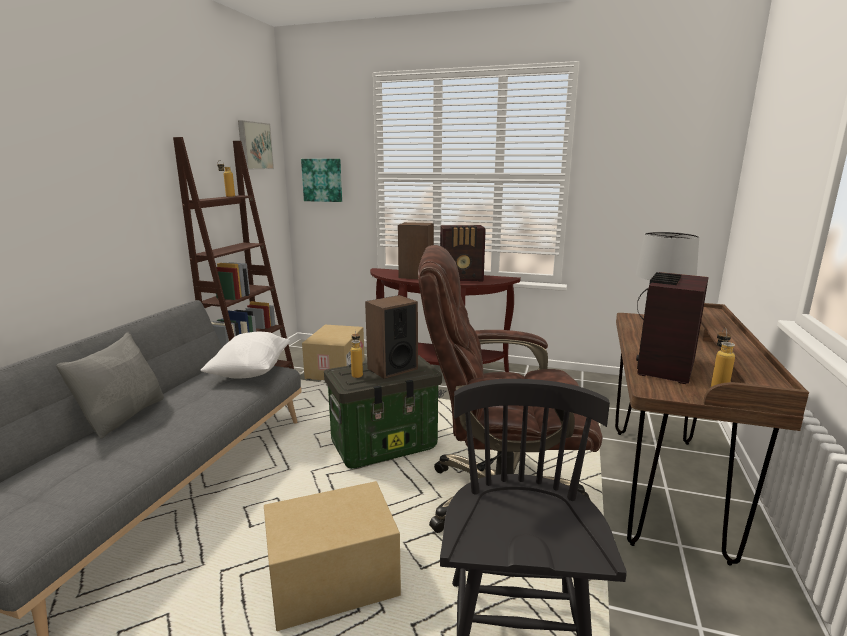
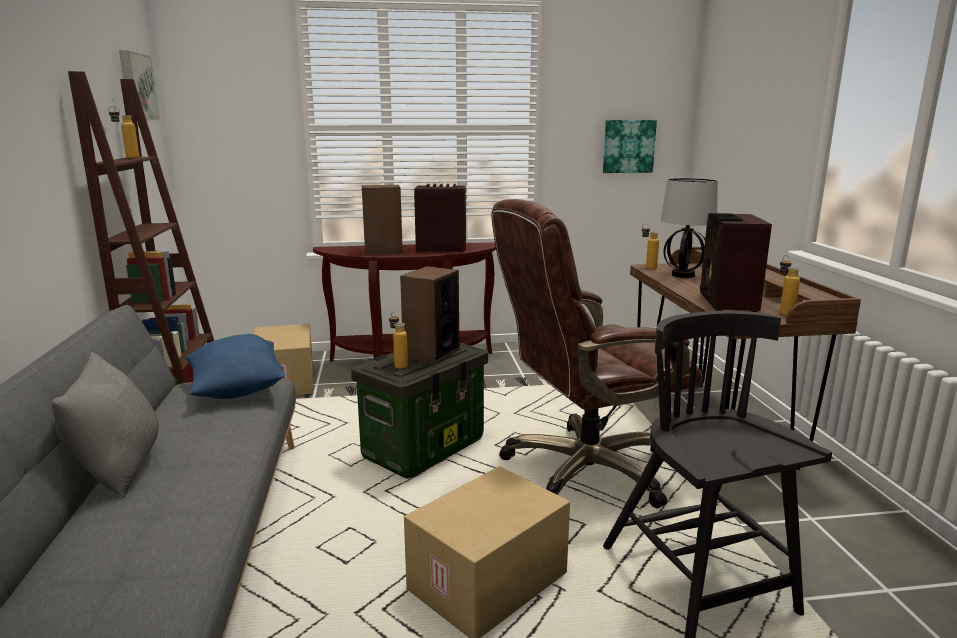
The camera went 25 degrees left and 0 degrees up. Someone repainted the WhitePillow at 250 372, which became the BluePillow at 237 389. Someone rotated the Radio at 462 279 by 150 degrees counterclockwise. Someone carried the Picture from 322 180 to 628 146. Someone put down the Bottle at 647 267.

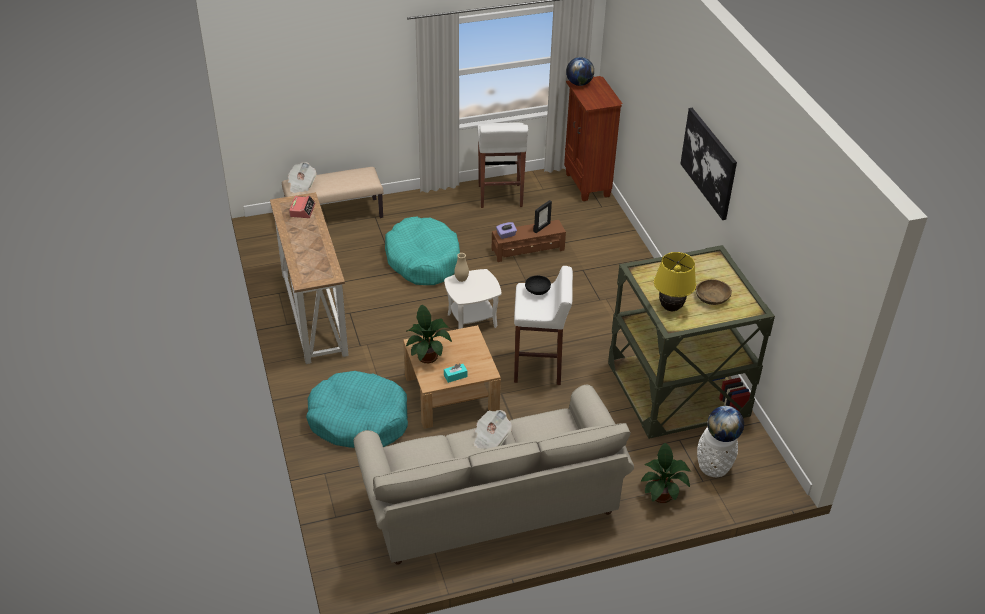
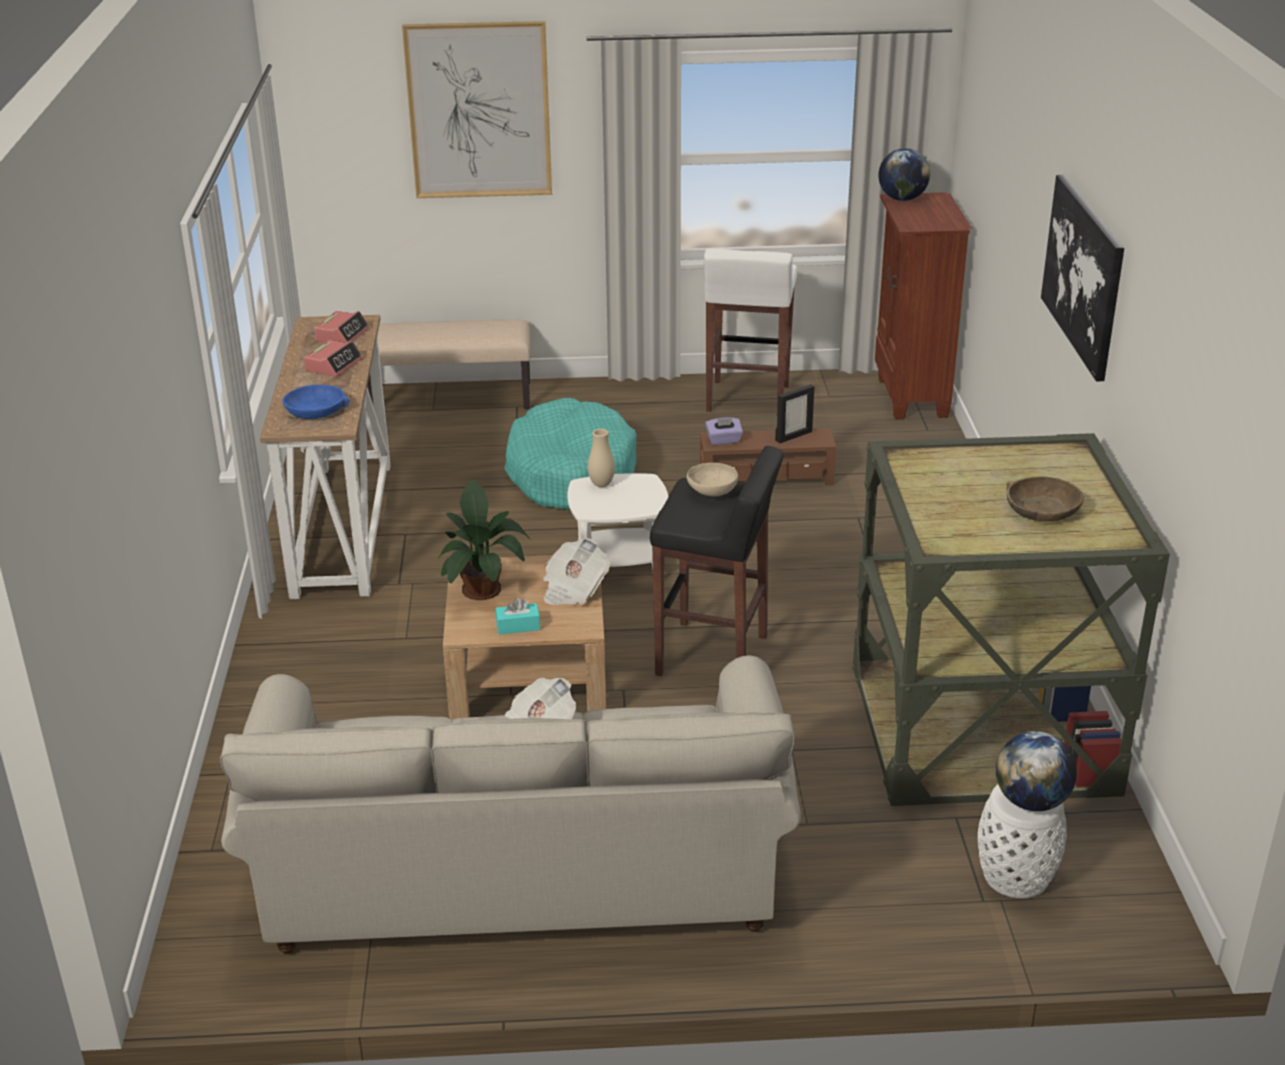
The camera went 15 degrees right and 10 degrees down. Someone put down the BlueBowl at 316 410. Someone put down the AlarmClock at 333 365. Someone put up the Picture at 479 111. Someone carried the Newspaper from 301 185 to 573 589. Someone repainted the WhiteStool at 539 367, which became the BlackStool at 714 656. Someone repainted the BlackBowl at 537 291, which became the BeigeBowl at 712 493. Someone took away the TurquoiseDogBed at 359 420. Someone took away the PottedPlant at 662 493. Someone took away the YellowTableLamp at 670 307.

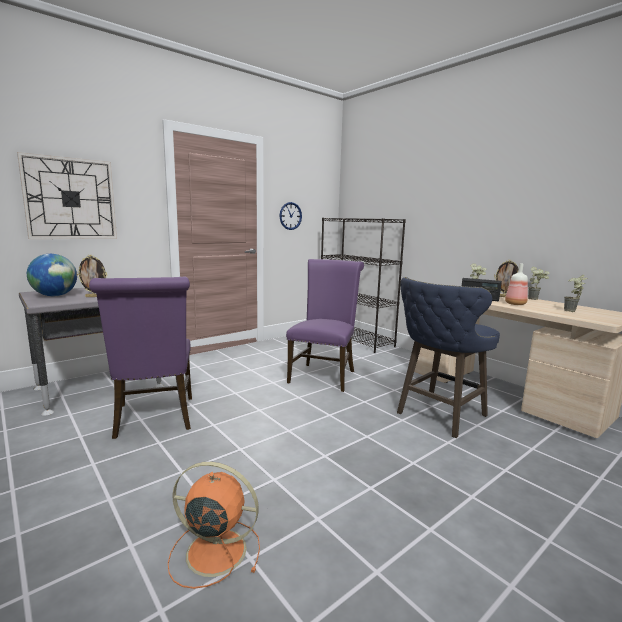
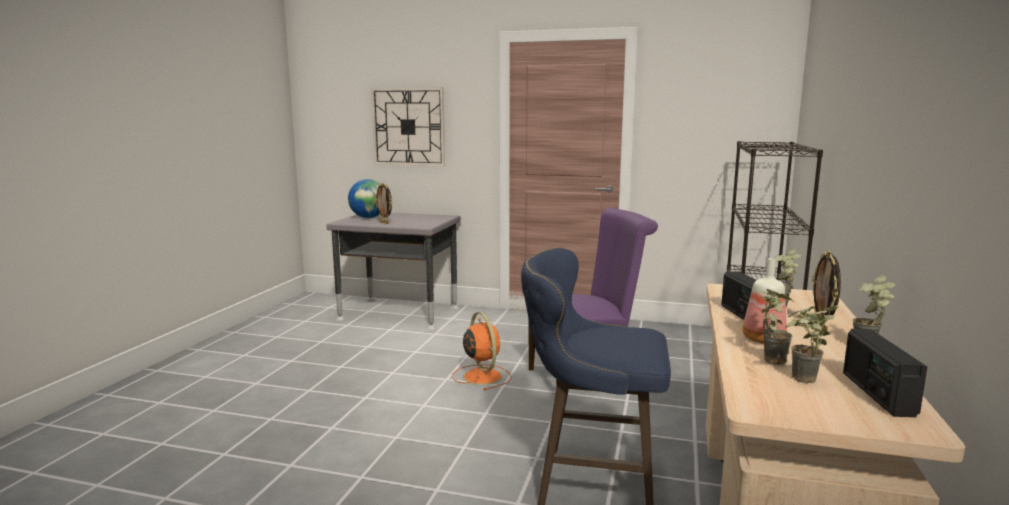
The camera went 55 degrees right and 0 degrees up. Someone carried the OrangeFan from 213 551 to 482 376. Someone put down the PottedPlant at 768 359. Someone put down the Radio at 877 394. Someone took away the PurpleChair at 154 419. Someone took away the WallClock at 290 216.

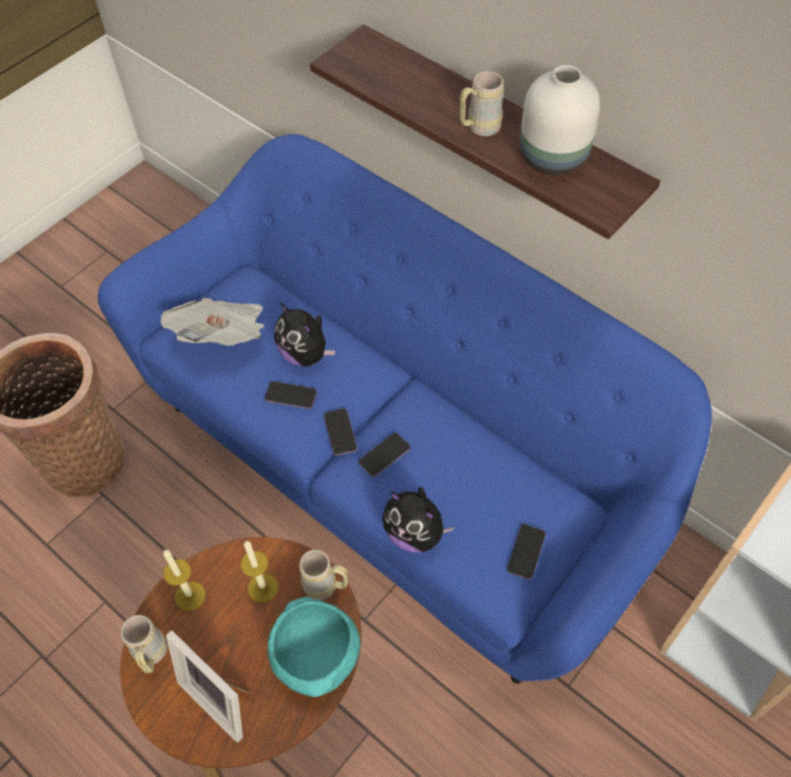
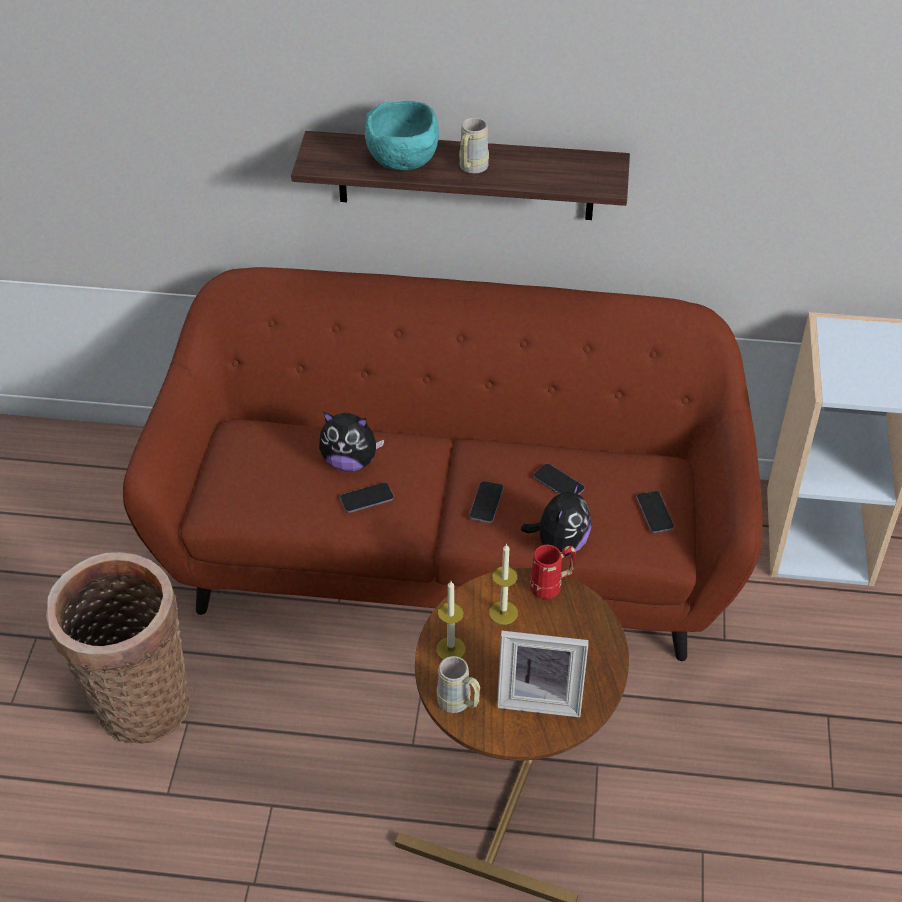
The camera went 35 degrees left and 10 degrees down. Someone repainted the BlueSofa at 396 465, which became the BrownSofa at 450 553. Someone carried the TurquoiseBowl from 318 661 to 405 162. Someone rotated the PlushToy at 415 533 by 60 degrees counterclockwise. Someone repainted the BeigeMug at 326 587, which became the RedMug at 551 586. Someone carried the Phone from 340 433 to 558 483. Someone took away the Newspaper at 222 336. Someone took away the WhiteVase at 551 157.

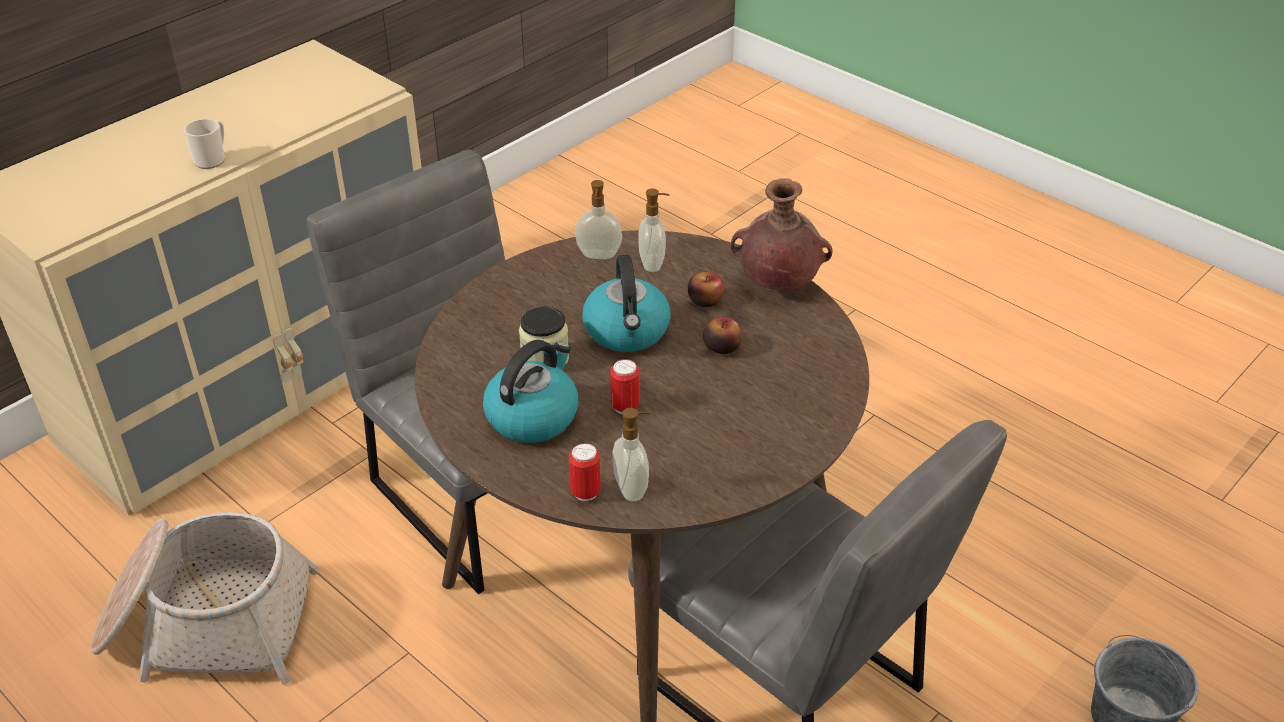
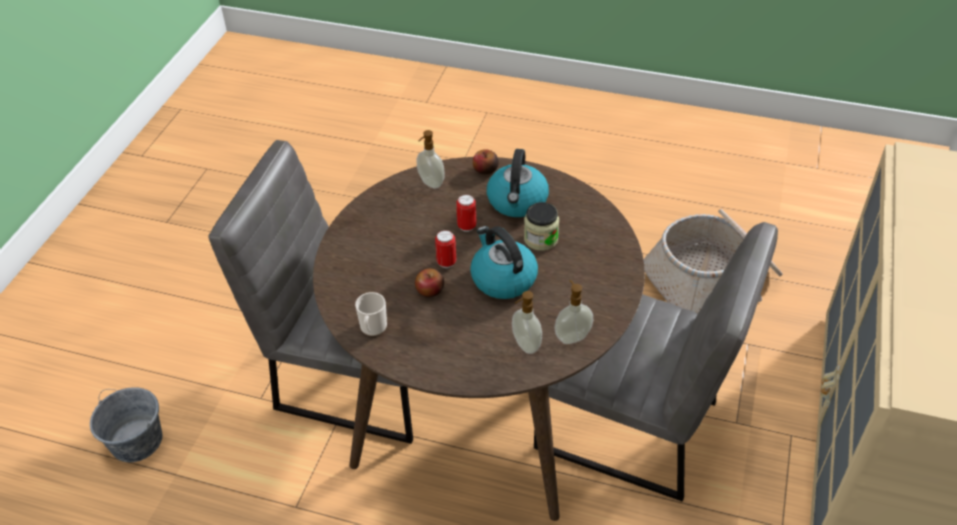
The camera went 155 degrees right and 5 degrees up. Someone carried the Mug from 212 159 to 372 328. Someone carried the Can from 585 492 to 446 262. Someone carried the Apple from 705 300 to 485 170. Someone took away the BrownVase at 777 283.

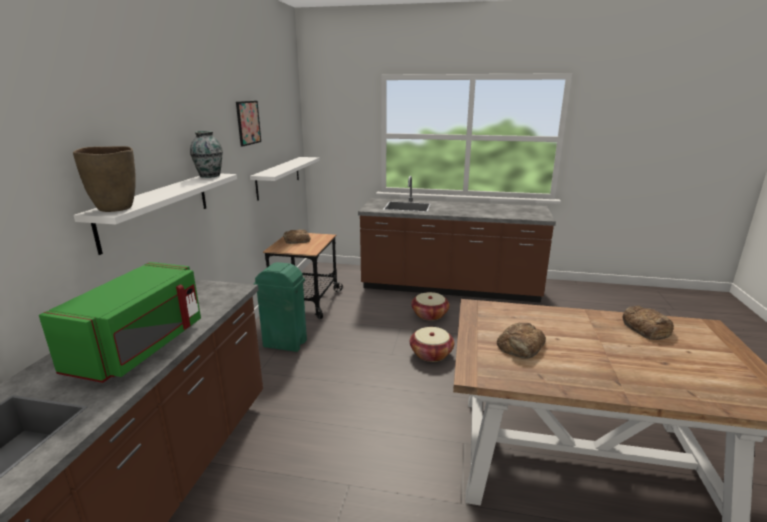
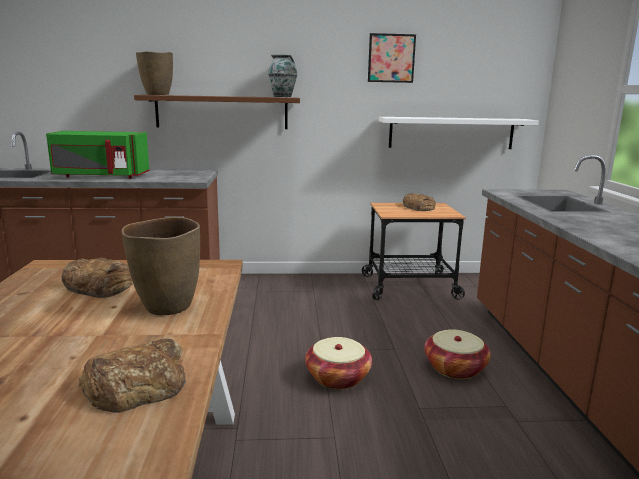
The camera went 75 degrees right and 5 degrees down. Someone put down the BrownVase at 167 307. Someone repainted the WhiteShelf at 157 209, which became the BrownShelf at 222 112. Someone took away the GreenTrashCan at 285 344.

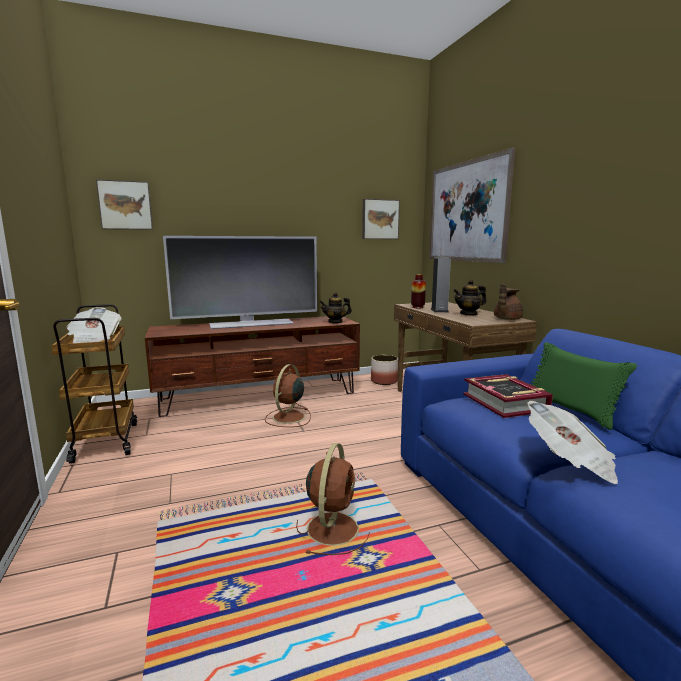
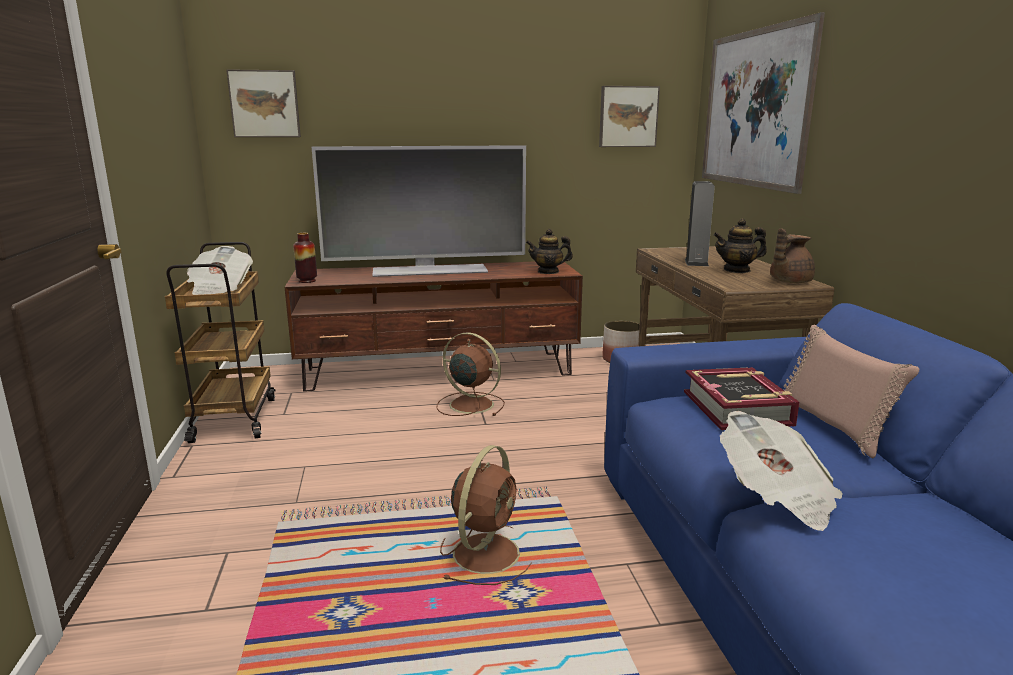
The camera went 10 degrees right and 5 degrees up. Someone carried the Vase from 417 307 to 307 281. Someone rotated the BrownFan at 288 418 by 90 degrees clockwise. Someone repainted the GreenPillow at 571 411, which became the BeigePillow at 833 426.

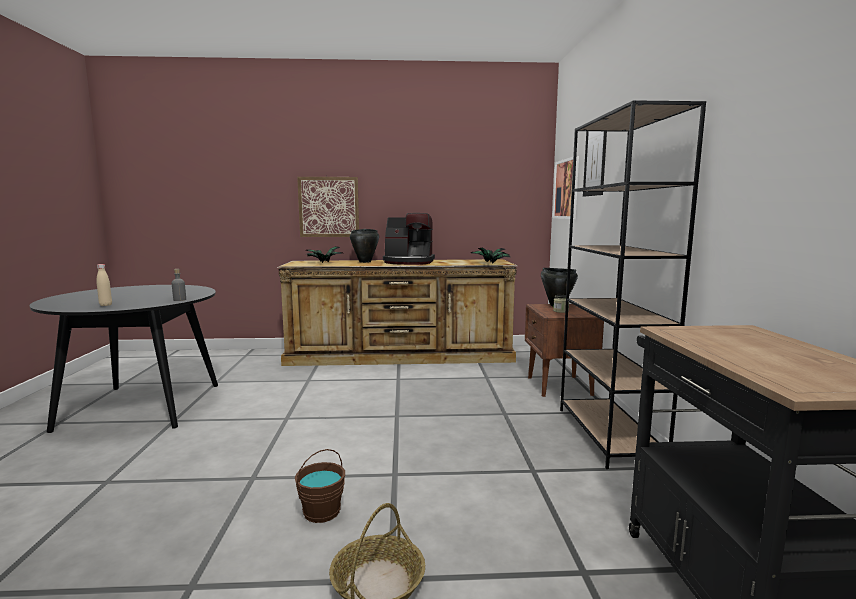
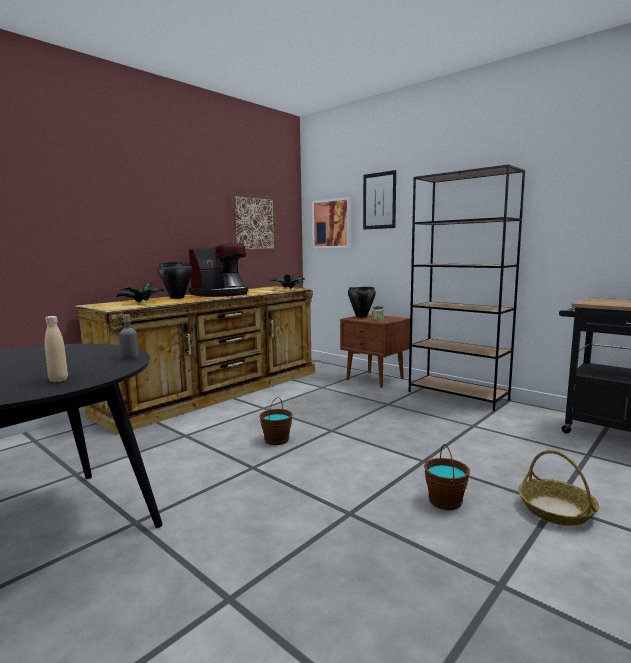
The camera went 45 degrees left and 0 degrees up. Someone carried the Picture from 328 206 to 254 222. Someone put down the BrownBucket at 276 440.

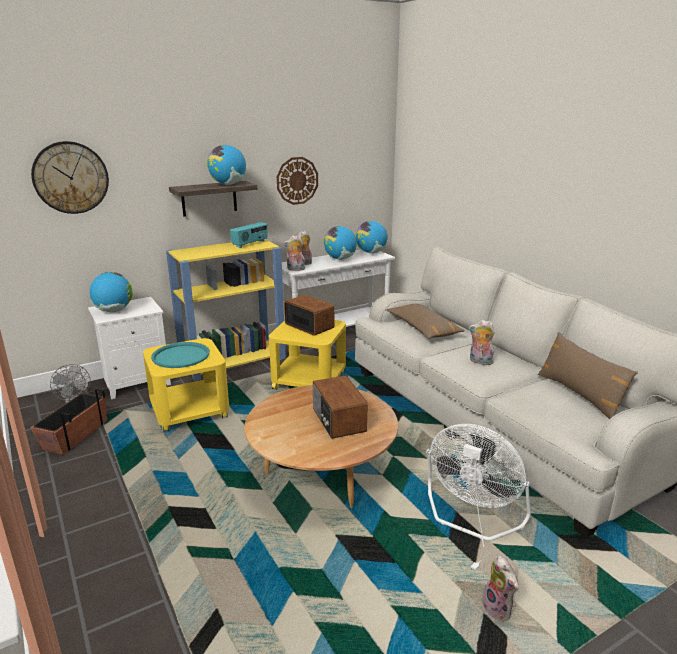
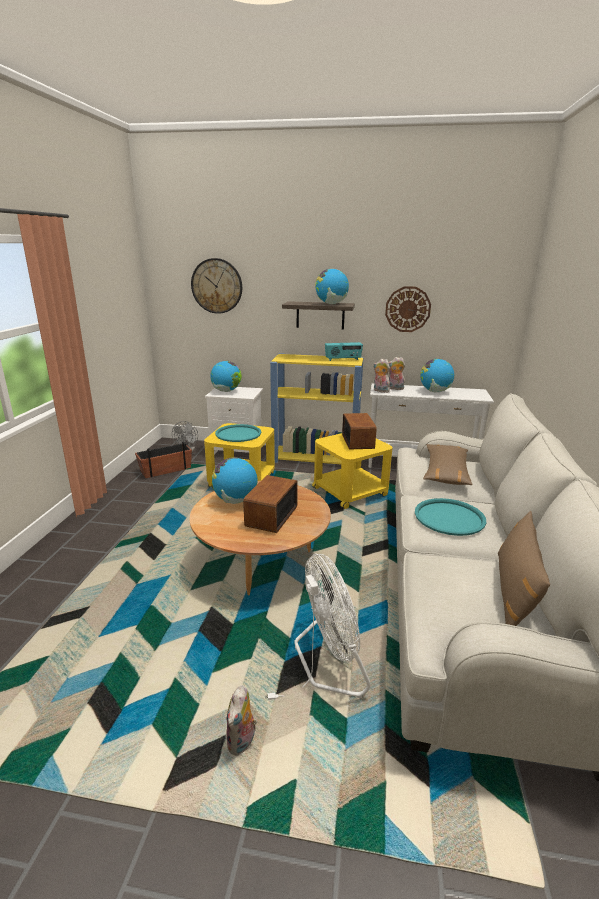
The camera went 40 degrees right and 0 degrees up. Someone carried the Globe from 371 252 to 235 500. Someone swapped the PlushToy at 480 362 for the TurquoiseTray at 449 517.

